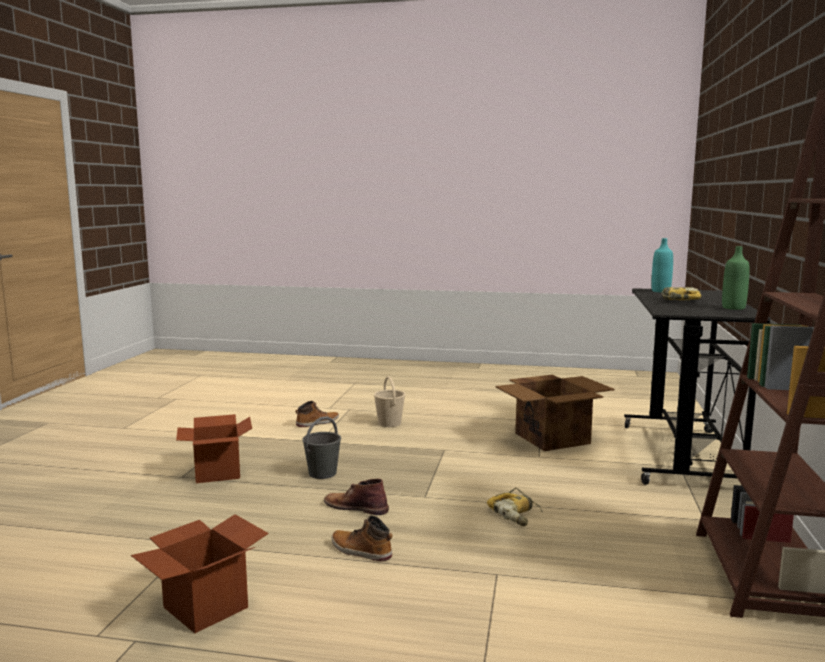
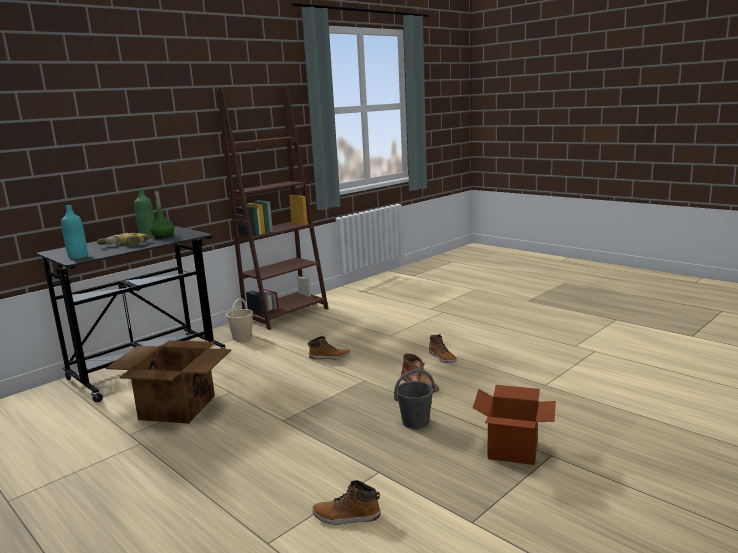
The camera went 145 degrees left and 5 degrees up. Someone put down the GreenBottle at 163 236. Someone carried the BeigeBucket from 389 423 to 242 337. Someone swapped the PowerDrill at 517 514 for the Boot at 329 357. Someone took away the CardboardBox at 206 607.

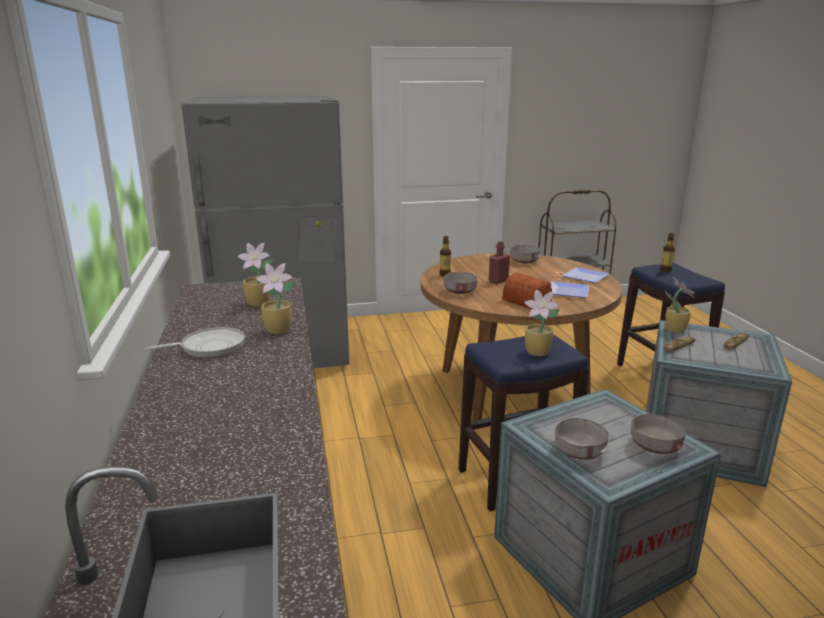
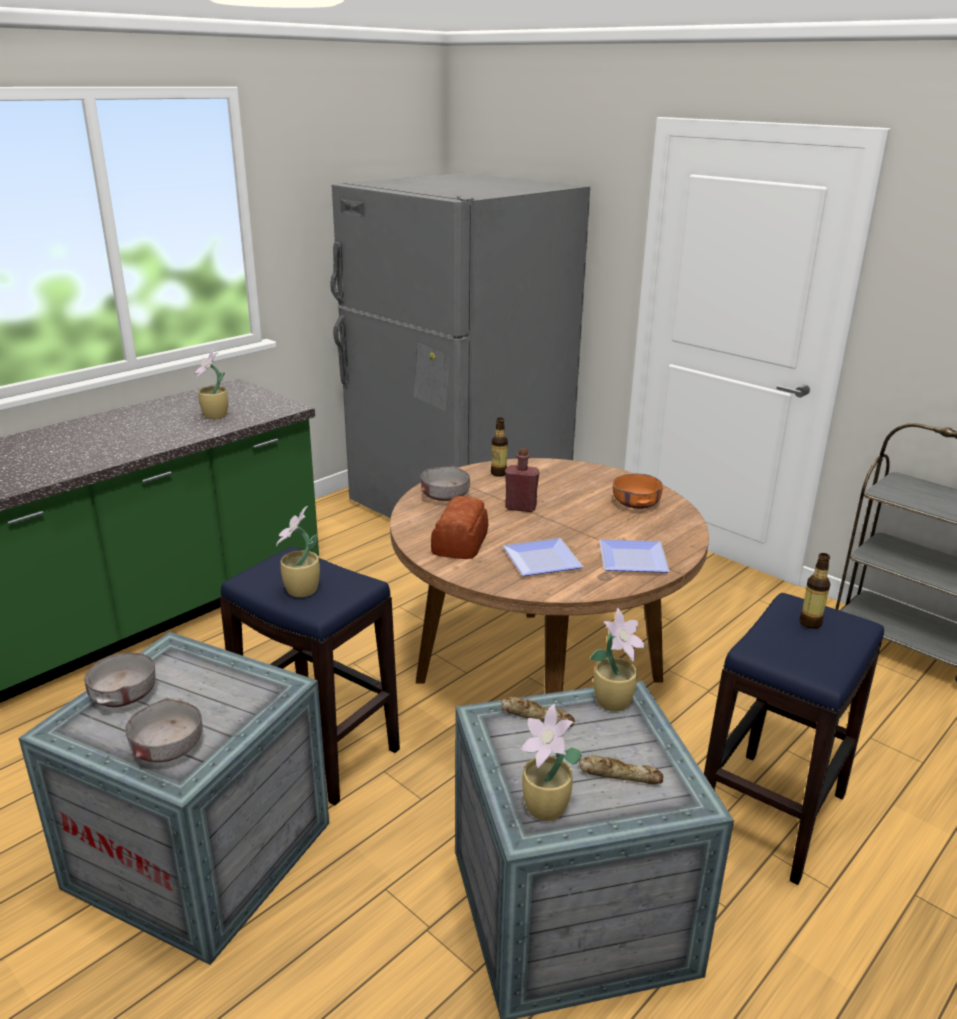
The camera went 55 degrees right and 5 degrees up. Someone carried the PottedPlant from 279 330 to 546 810. Someone repainted the GreyBowl at 524 262, which became the OrangeBowl at 636 504. Someone took away the FryingPan at 209 347.

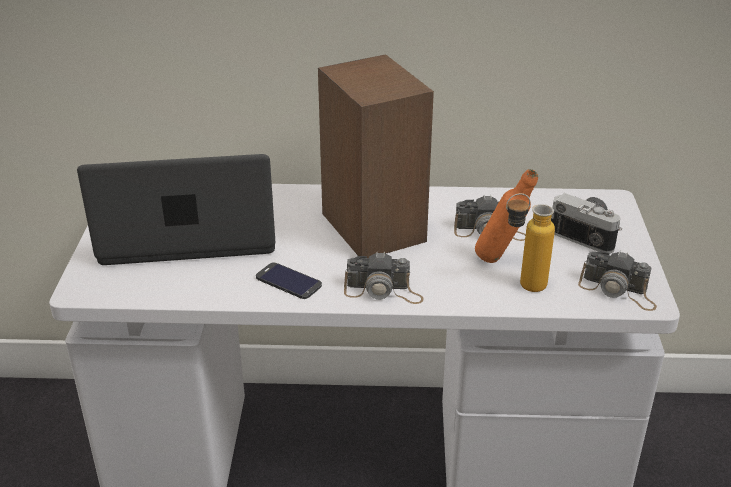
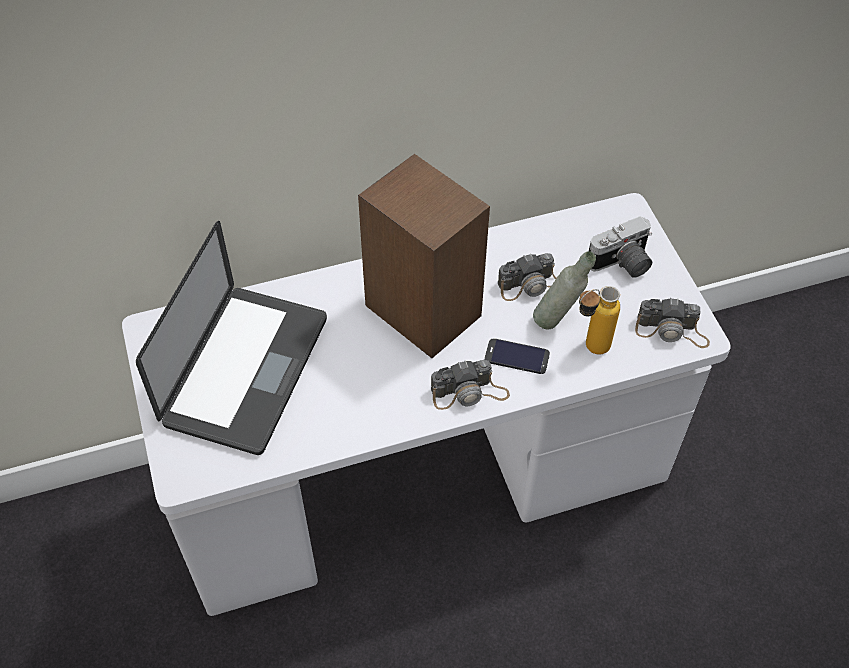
The camera went 20 degrees left and 20 degrees up. Someone rotated the Laptop at 189 233 by 135 degrees clockwise. Someone carried the Phone from 288 281 to 517 356. Someone repainted the OrangeBottle at 500 260, which became the GreyBottle at 557 321. Someone rotated the PhotoCamera at 587 234 by 135 degrees clockwise.

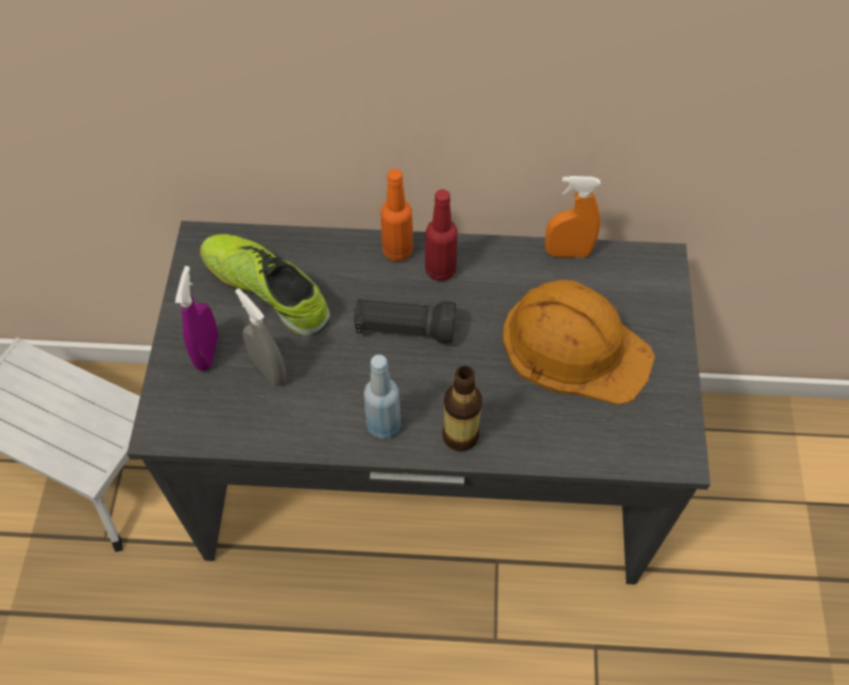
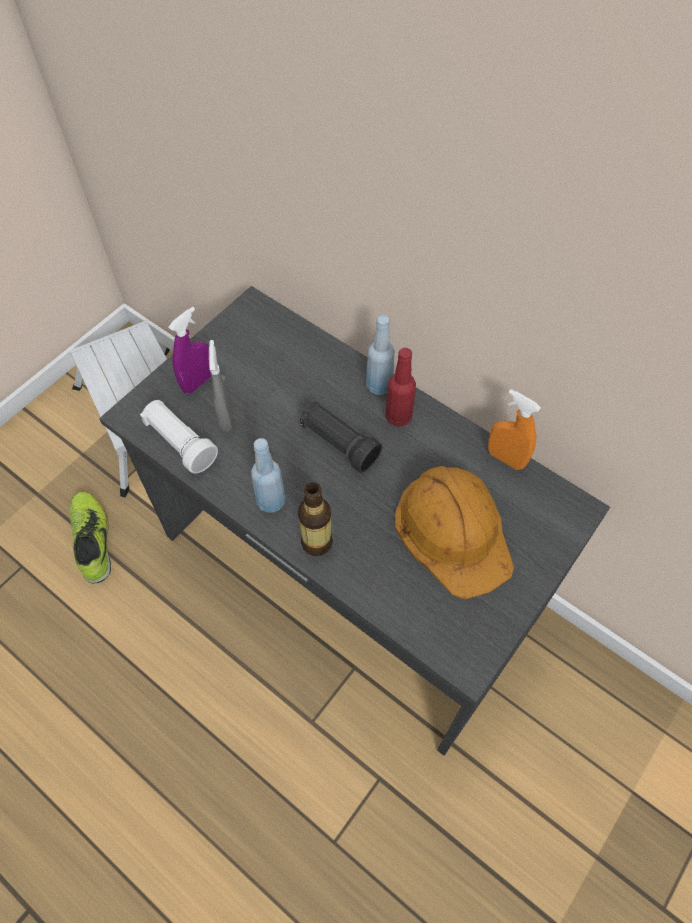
The camera went 35 degrees right and 0 degrees up. Someone carried the Shoe from 267 289 to 93 539. Someone put down the WhiteFlashlight at 180 443. Someone repainted the OrangeBottle at 398 250, which became the BlueBottle at 379 386.

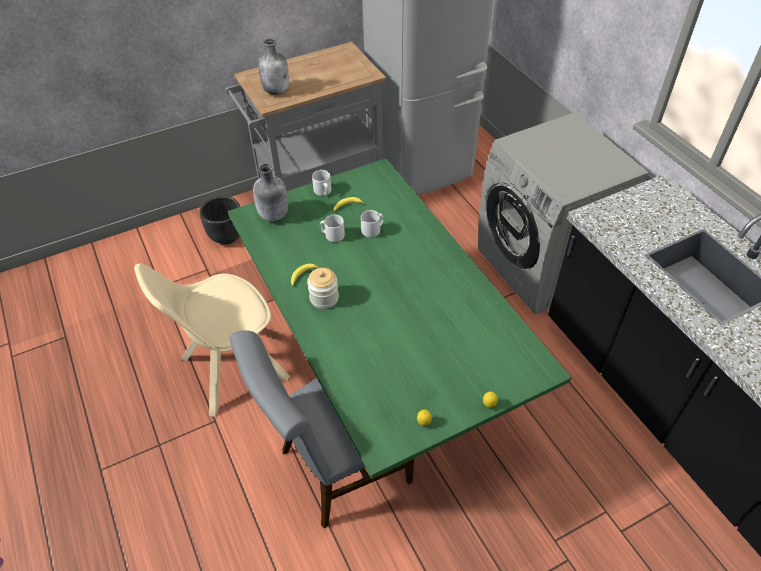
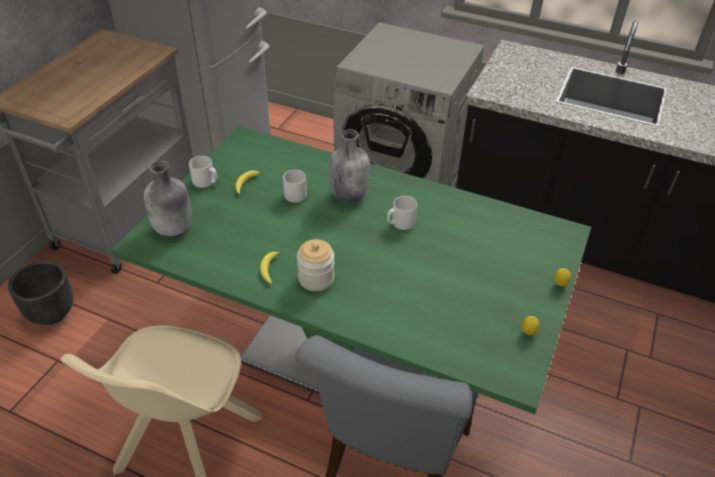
The camera went 40 degrees left and 5 degrees down. Someone carried the GreyBottle from 277 90 to 349 194. Someone carried the GreyMug from 332 235 to 400 223.

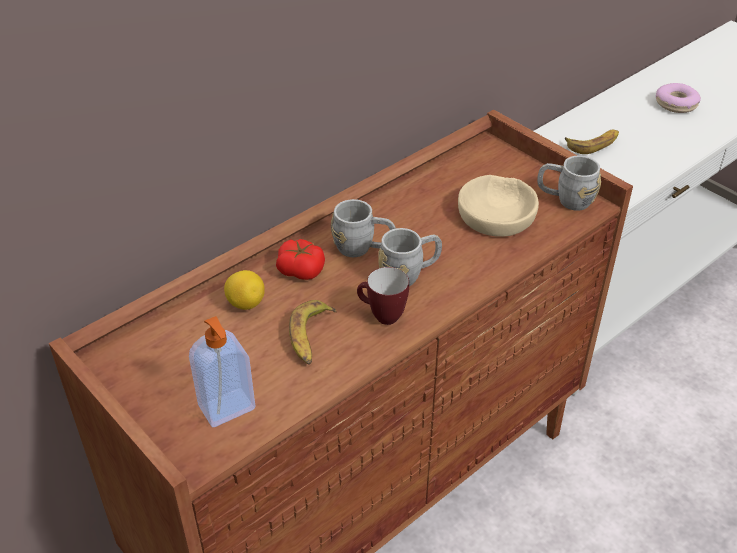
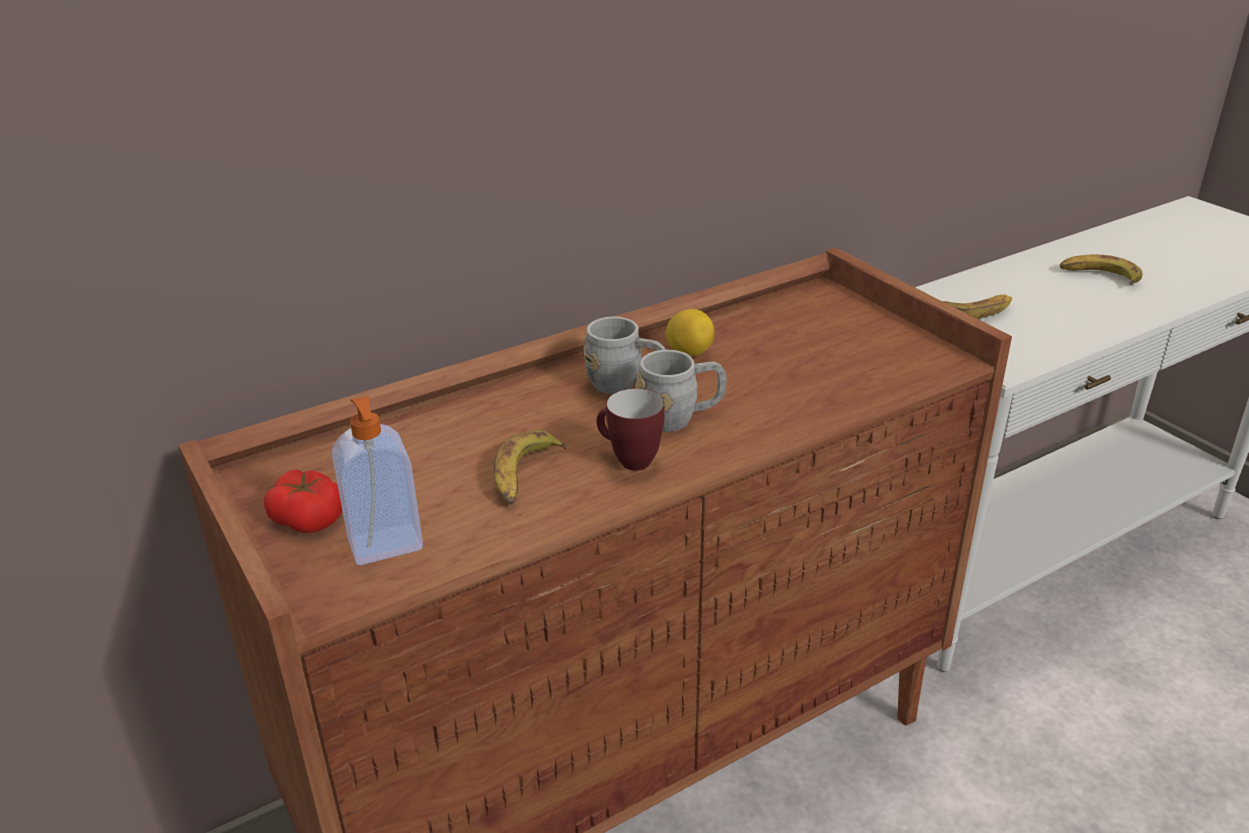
The camera went 10 degrees right and 10 degrees down. Someone carried the Tomato from 301 269 to 308 518. Someone carried the Lemon from 246 303 to 689 353. Someone swapped the Donut at 676 104 for the Banana at 1099 276. Someone took away the BeigeBowl at 496 214. Someone took away the GreyMug at 565 199.

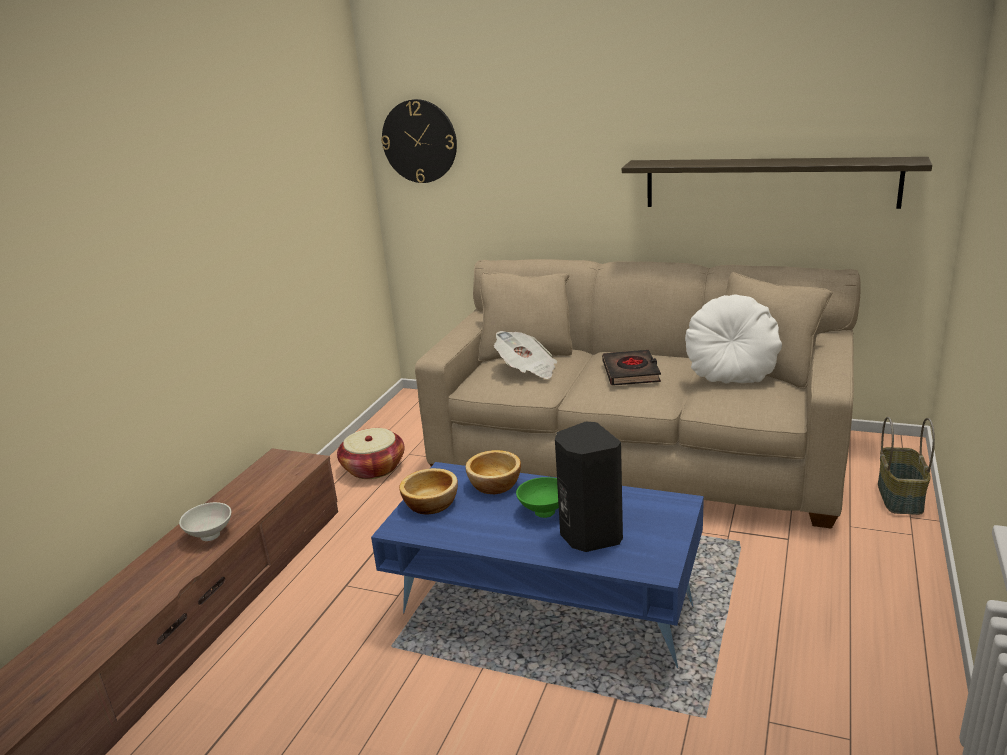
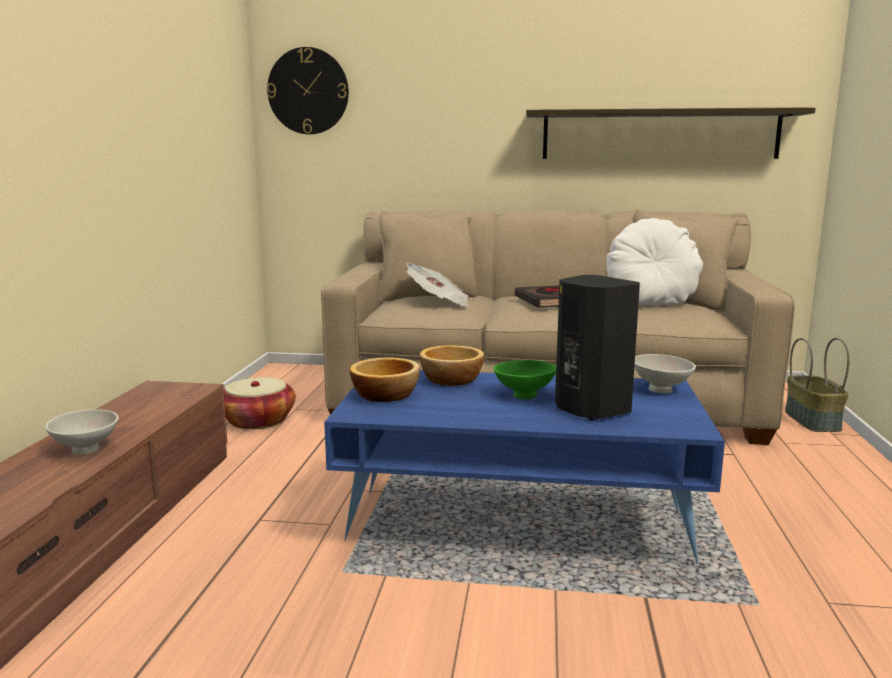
The camera went 15 degrees left and 10 degrees down. Someone put down the WhiteBowl at 661 389.

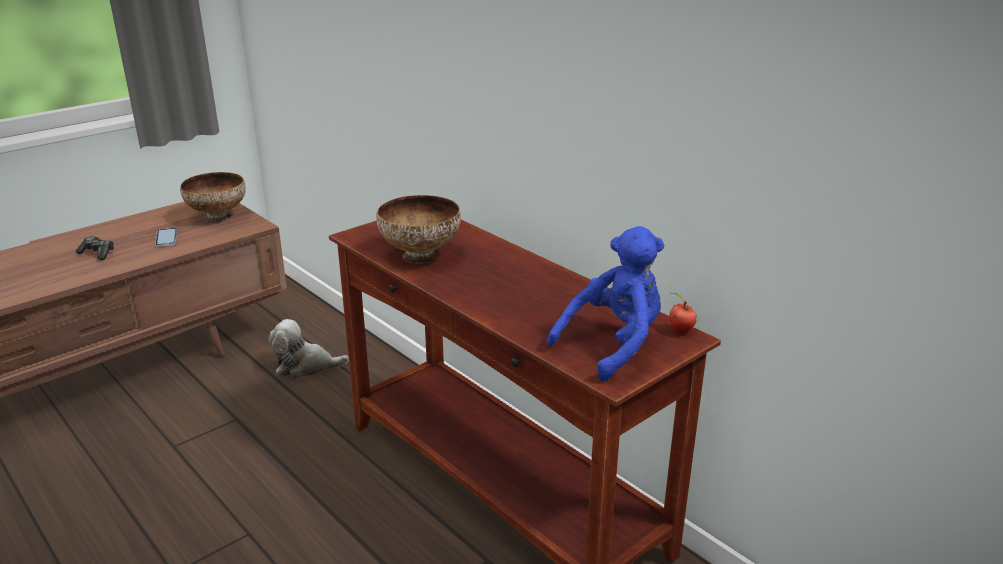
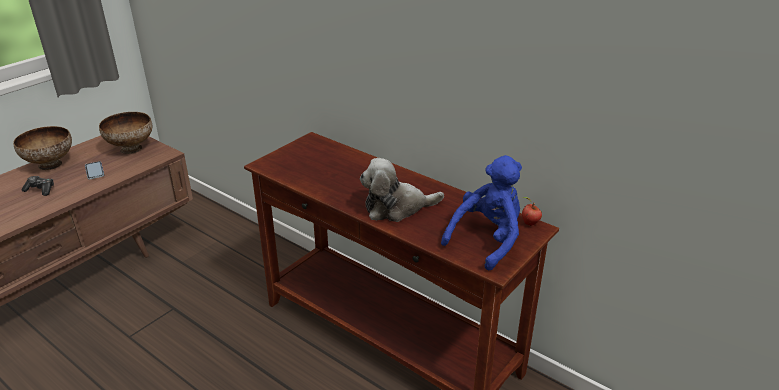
The camera went 10 degrees left and 5 degrees up. Someone carried the Bowl from 420 256 to 50 165. Someone carried the PlushToy from 305 366 to 396 208.

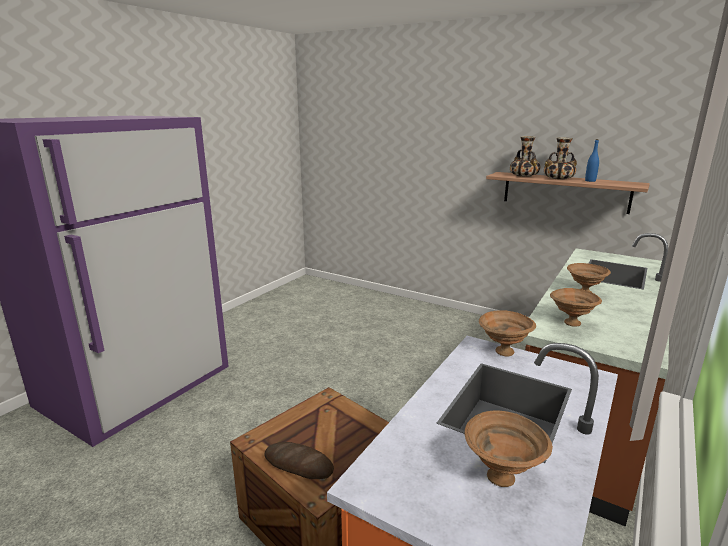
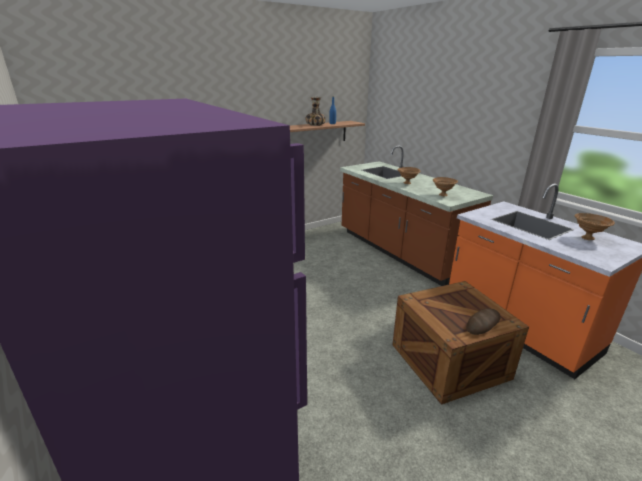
The camera went 65 degrees left and 5 degrees up. Someone took away the BrownBowl at 503 352. Someone took away the Vase at 524 175.

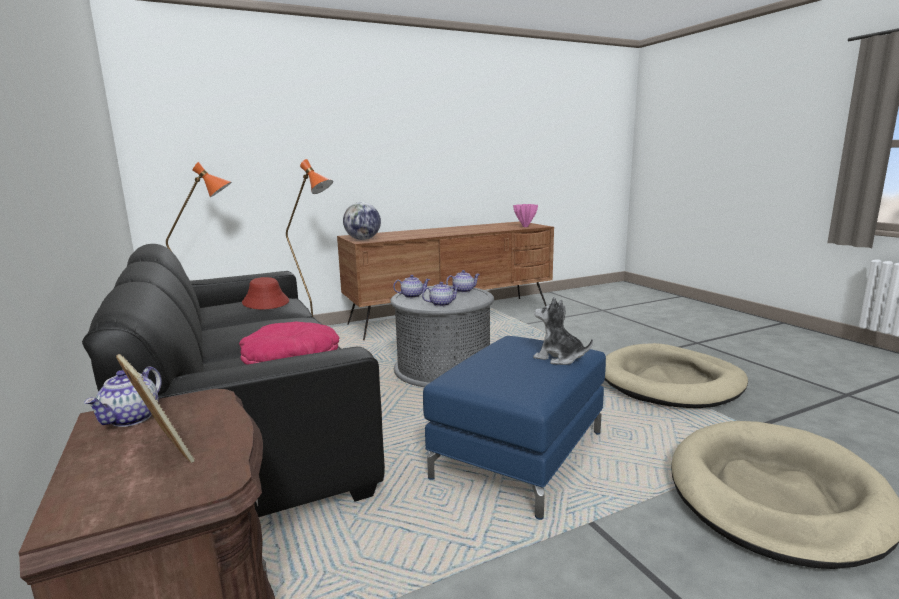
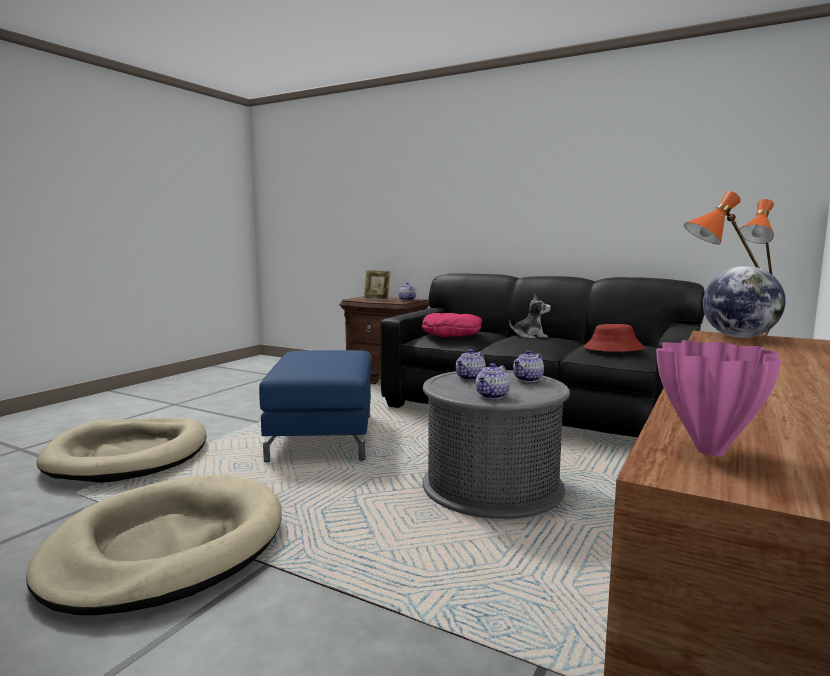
The camera went 145 degrees right and 5 degrees down. Someone carried the PlushToy from 559 358 to 530 336.

